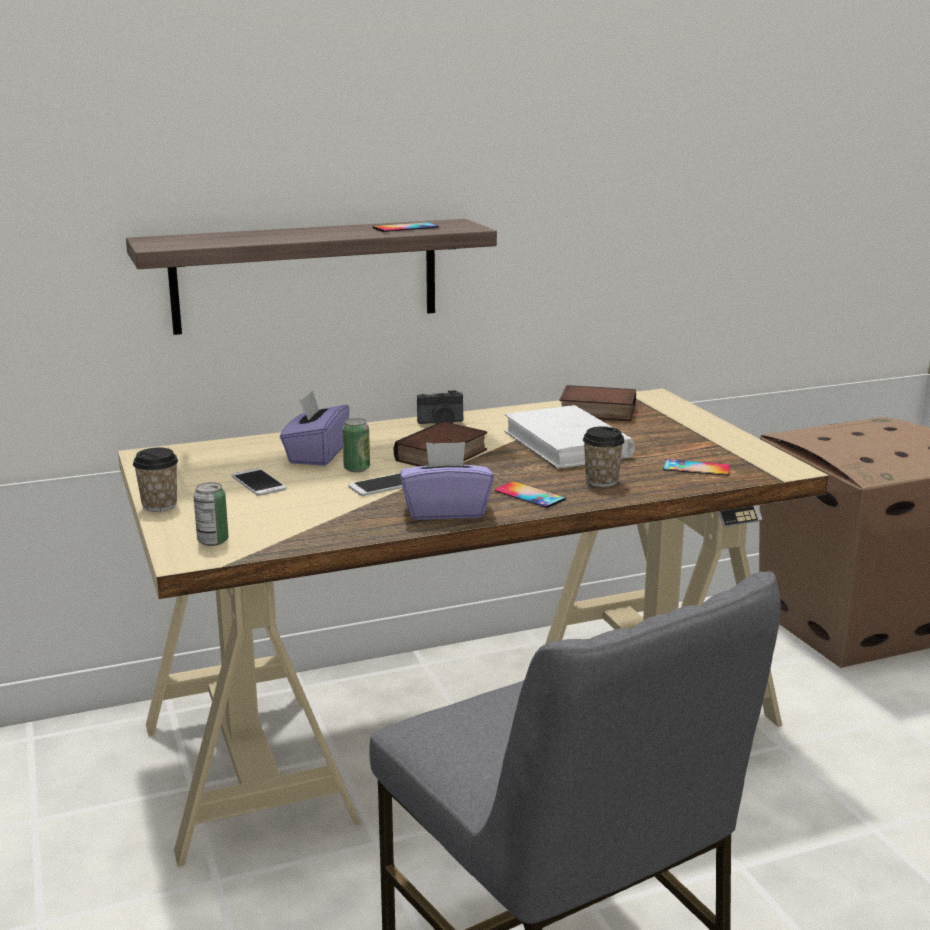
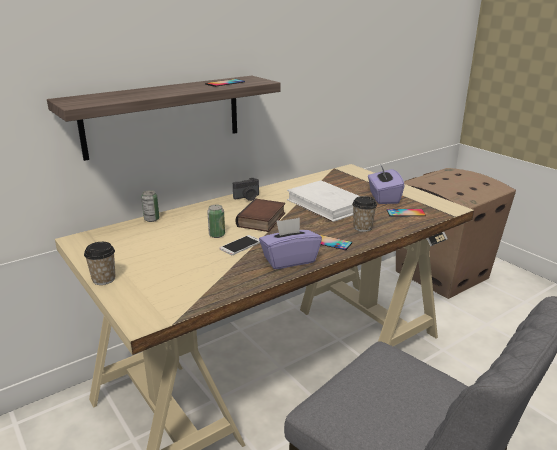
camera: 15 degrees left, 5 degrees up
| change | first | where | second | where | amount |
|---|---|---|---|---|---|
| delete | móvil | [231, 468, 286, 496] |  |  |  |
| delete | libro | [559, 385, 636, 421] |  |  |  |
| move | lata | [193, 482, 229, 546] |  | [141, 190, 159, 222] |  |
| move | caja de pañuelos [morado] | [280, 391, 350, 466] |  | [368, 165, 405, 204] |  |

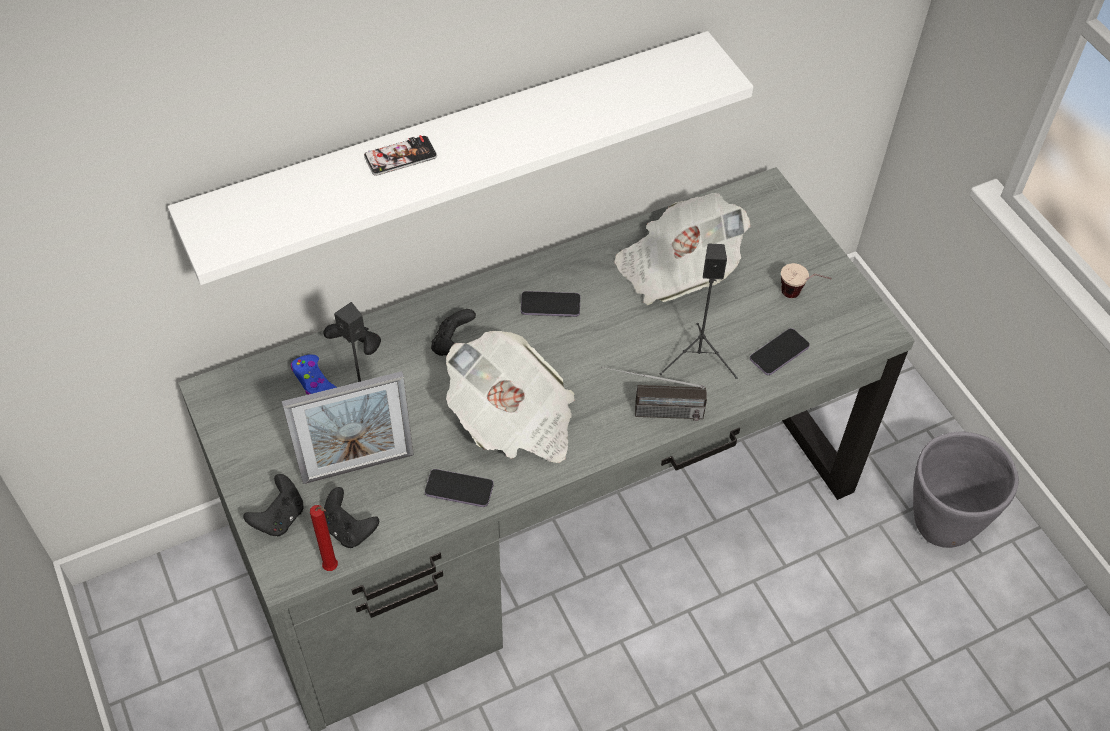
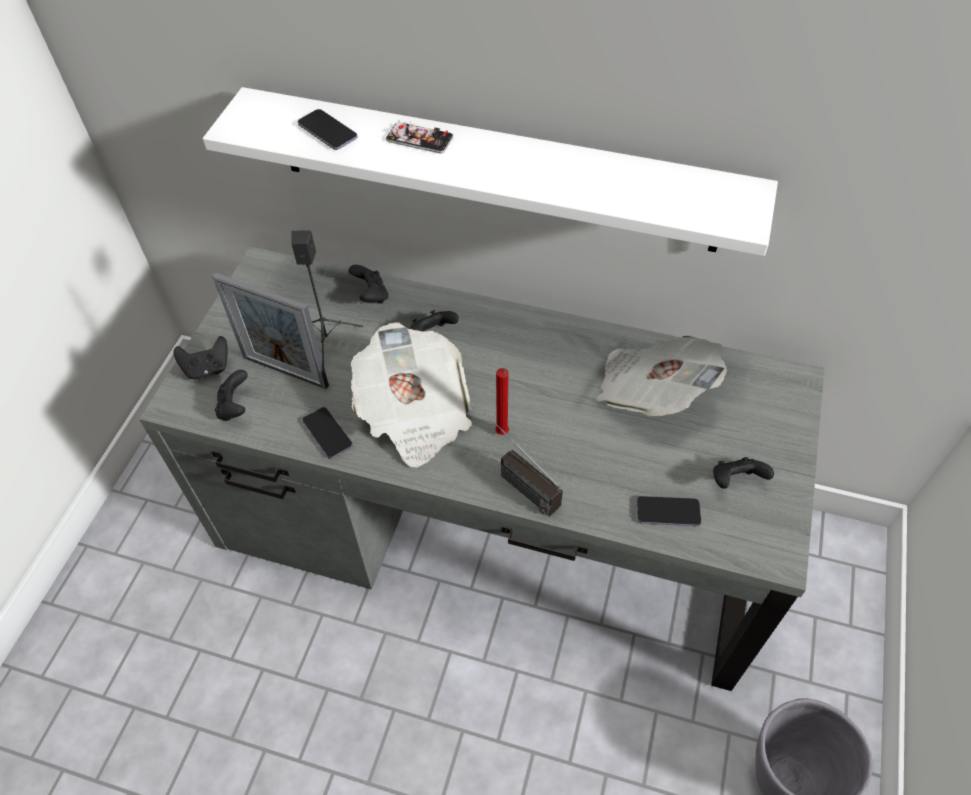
camera: 45 degrees right, 0 degrees up
| change | first | where | second | where | amount |
|---|---|---|---|---|---|
| delete | mando de consola [azul] | [291, 355, 337, 395] |  |  |  |
| delete | altavoz [negro] | [660, 243, 738, 379] |  |  |  |
| move | vela [rojo] | [310, 505, 338, 571] |  | [495, 368, 509, 435] |  |
| move | móvil | [521, 291, 580, 317] |  | [298, 109, 358, 150] |  |
| replace | taza | [781, 263, 832, 298] | mando de consola [negro] | [713, 457, 774, 489] |  |

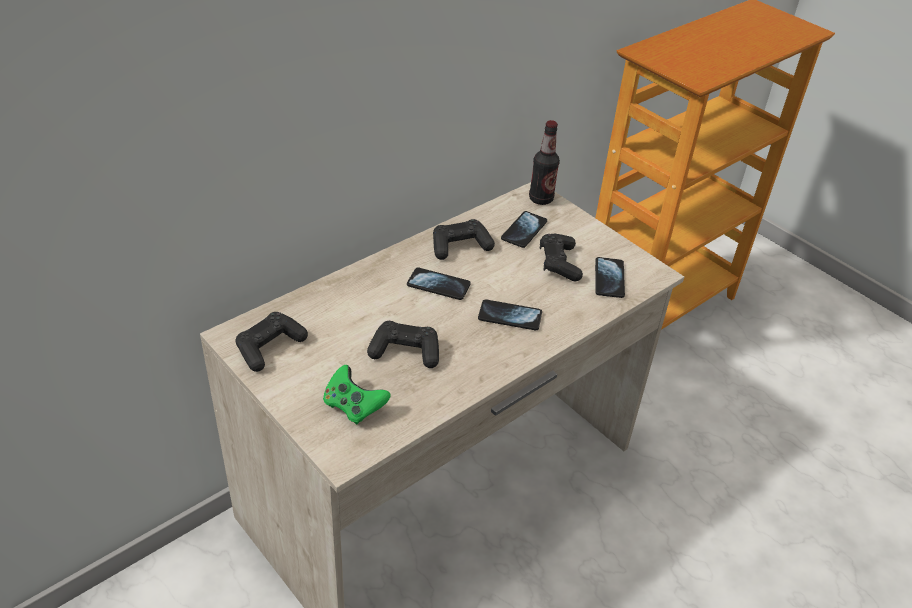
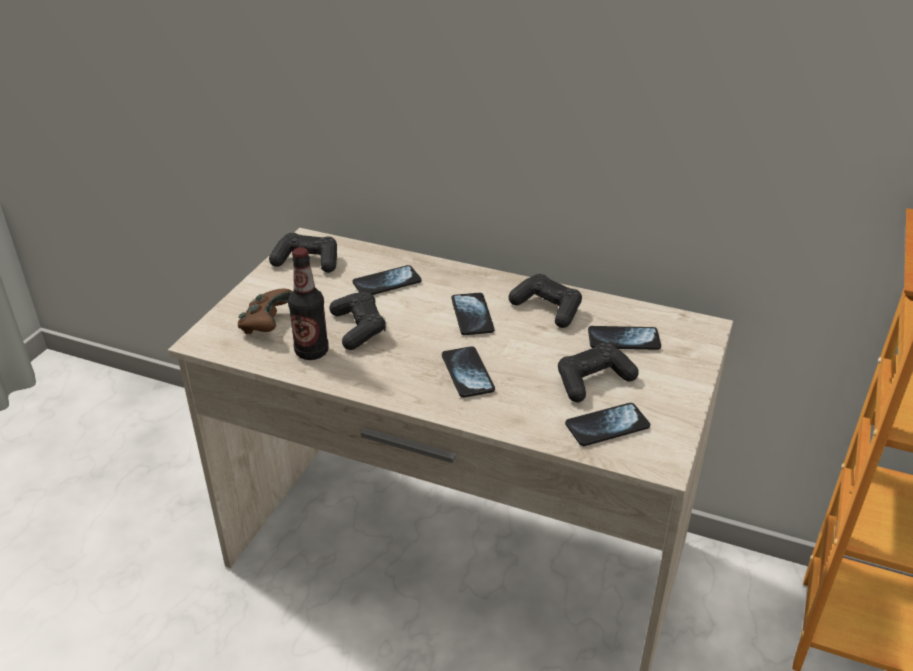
camera: 65 degrees right, 5 degrees down
| change | first | where | second | where | amount |
|---|---|---|---|---|---|
| insert |  |  | móvil | [353, 265, 422, 295] |  |
| move | botella | [529, 120, 560, 205] |  | [288, 247, 329, 360] |  |
| recolor | mando de consola [verde] | [323, 365, 391, 425] | mando de consola [marrón] | [238, 289, 293, 334] |  |

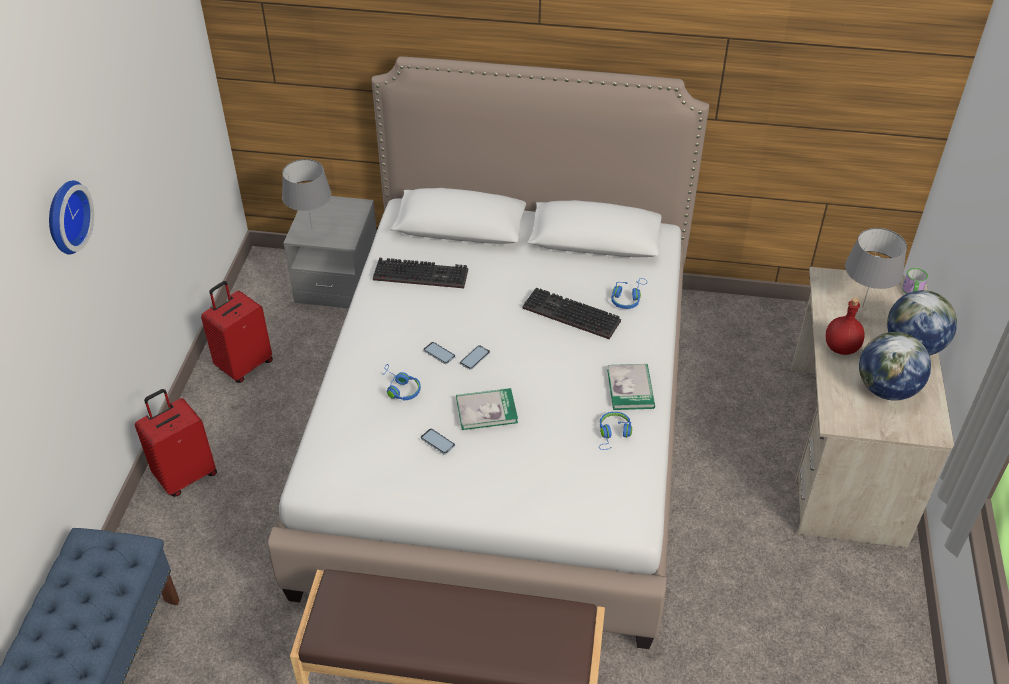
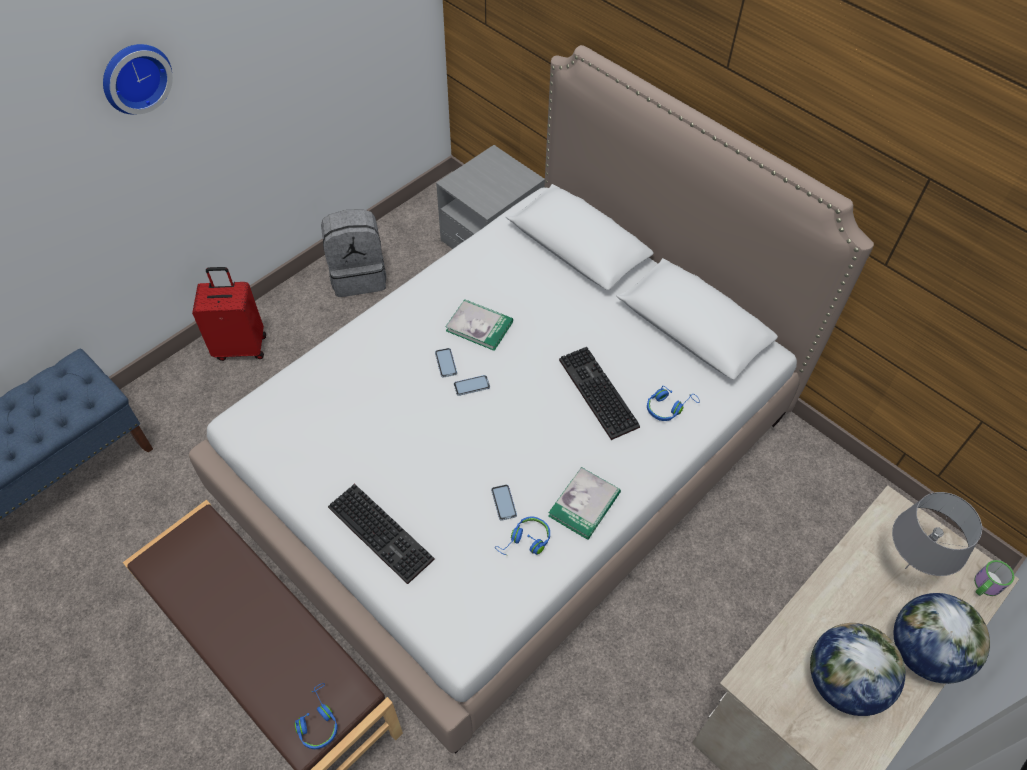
camera: 35 degrees right, 10 degrees up
| change | first | where | second | where | amount |
|---|---|---|---|---|---|
| delete | lámpara de mesa [gris] | [282, 159, 331, 228] |  |  |  |
| delete | botella [rojo] | [825, 298, 865, 355] |  |  |  |
| move | teclado | [373, 257, 468, 289] |  | [328, 484, 435, 584] |  |
| move | auriculares [azul] | [383, 364, 421, 400] |  | [295, 683, 338, 749] |  |
| move | móvil | [420, 428, 455, 455] |  | [491, 484, 517, 521] |  |
| move | libro | [456, 388, 518, 430] |  | [445, 299, 513, 351] |  |
| replace | maleta [rojo] | [201, 281, 273, 383] | mochila [gris] | [321, 209, 386, 297] |  |

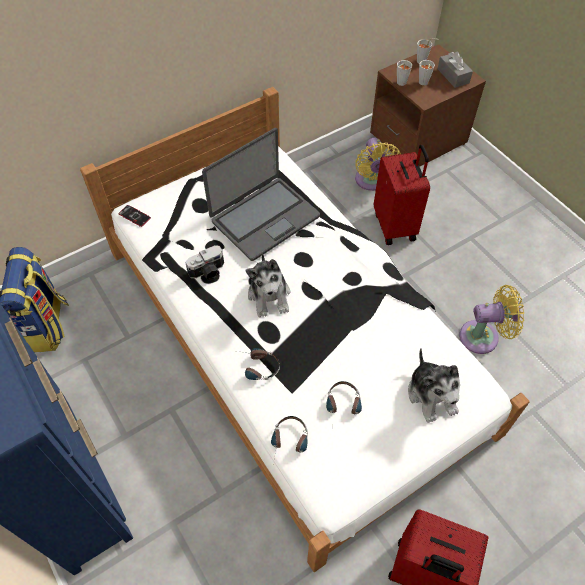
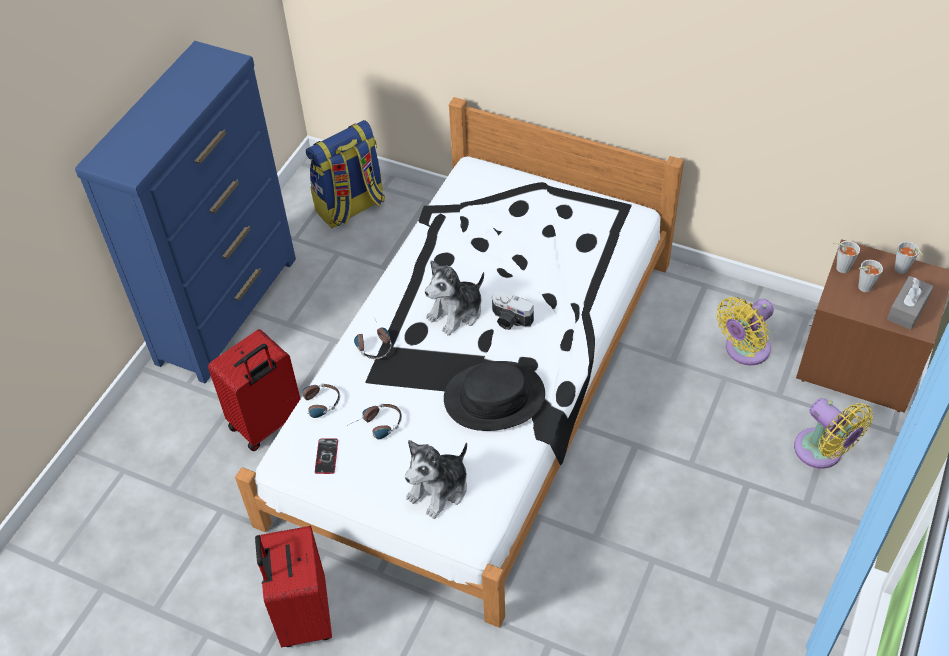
camera: 60 degrees right, 5 degrees down
| change | first | where | second | where | amount |
|---|---|---|---|---|---|
| delete | portátil | [202, 128, 320, 261] |  |  |  |
| insert |  |  | sombrero [negro] | [444, 361, 545, 431] |  |
| move | móvil | [118, 205, 151, 227] |  | [315, 439, 338, 474] |  |
| move | cámara | [185, 245, 224, 280] |  | [492, 292, 534, 330] |  |
| move | maleta [rojo] | [374, 144, 430, 245] |  | [208, 329, 300, 451] |  |
| move | ventilador [amarillo] | [460, 285, 524, 354] |  | [794, 398, 873, 469] |  |

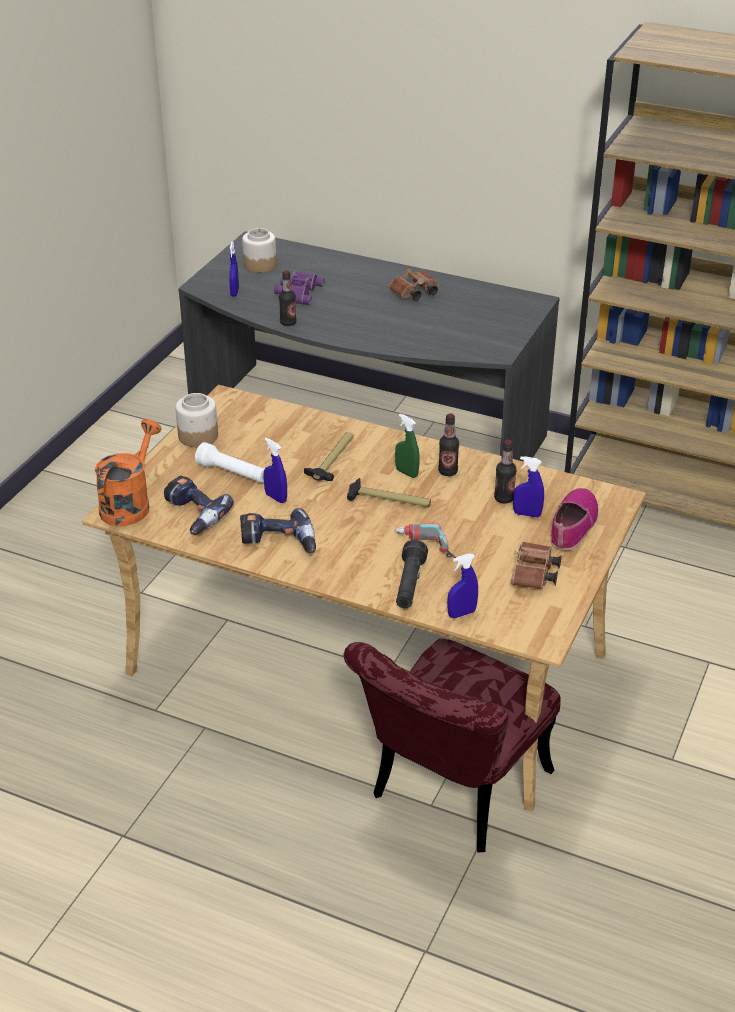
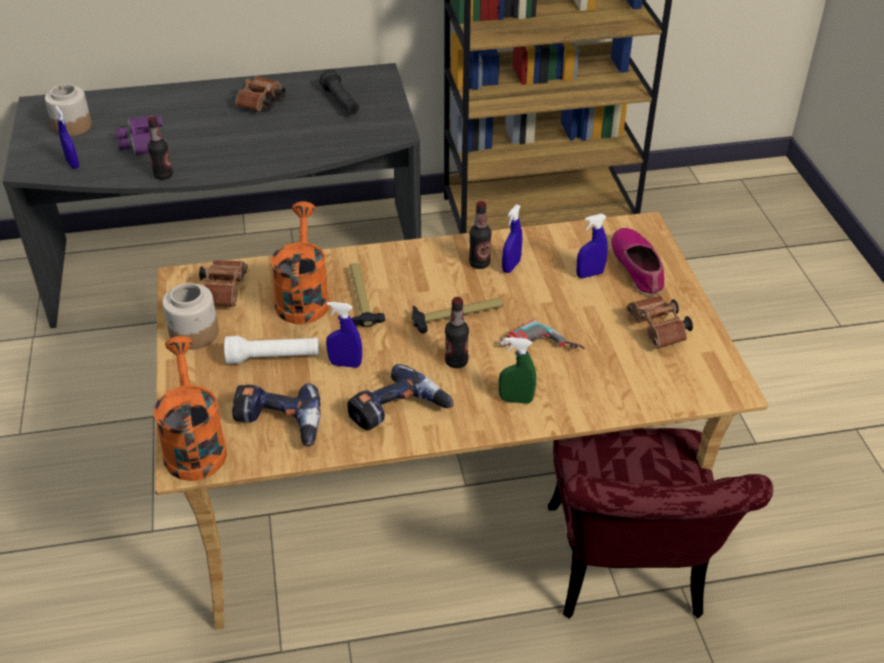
camera: 35 degrees left, 5 degrees up
| change | first | where | second | where | amount |
|---|---|---|---|---|---|
| insert |  |  | prismáticos [marrón] | [195, 260, 248, 307] |  |
| insert |  |  | regadera [naranja] | [271, 201, 330, 324] |  |
| move | pulverizador [verde] | [395, 414, 420, 478] |  | [499, 337, 536, 404] |  |
| move | linterna [negro] | [396, 540, 428, 608] |  | [319, 69, 359, 115] |  |
| move | pulverizador [azul] | [447, 553, 478, 618] |  | [502, 204, 522, 273] |  |
| move | botella | [494, 440, 517, 504] |  | [445, 297, 469, 368] |  |

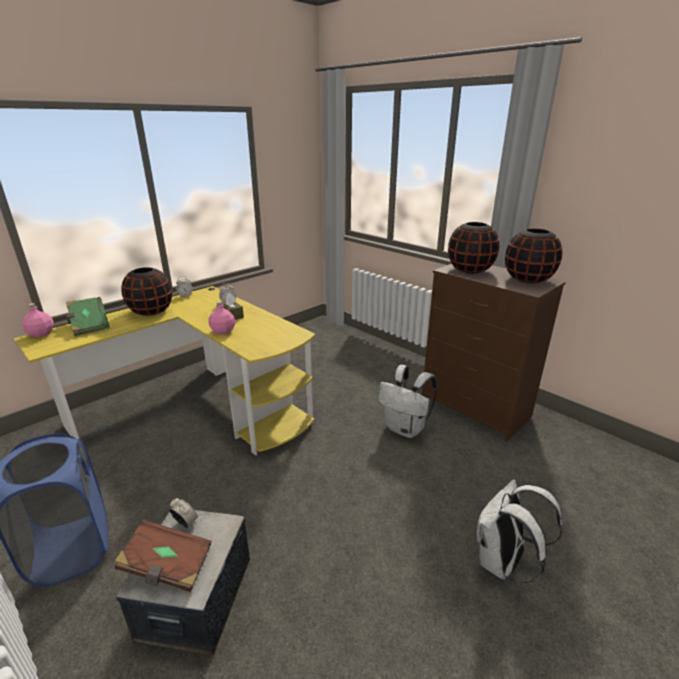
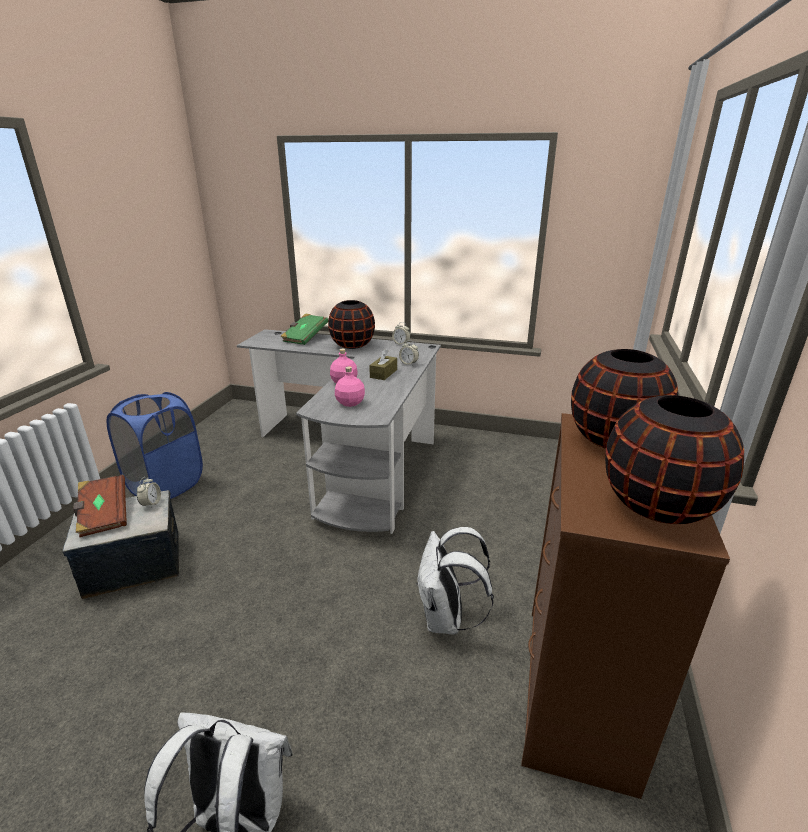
camera: 60 degrees right, 0 degrees up
| change | first | where | second | where | amount |
|---|---|---|---|---|---|
| move | botella [rosa] | [22, 303, 53, 337] |  | [335, 366, 365, 407] |  |
| recolor | escritorio [amarillo] | [14, 286, 315, 456] | escritorio [gris] | [237, 329, 441, 534] |  |

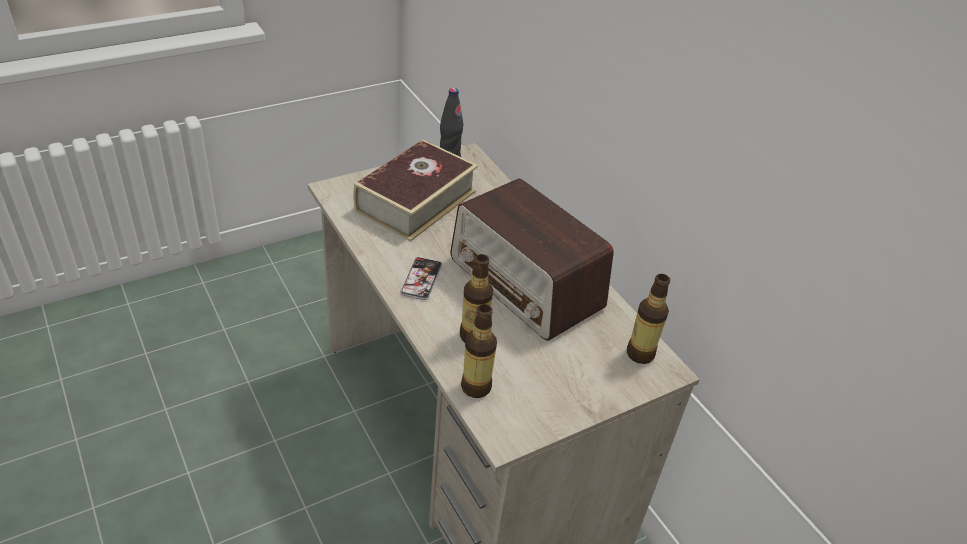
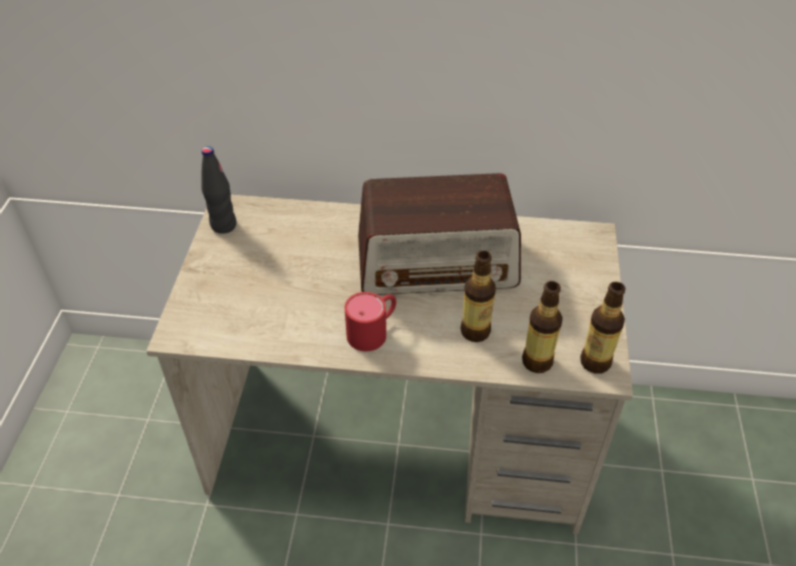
camera: 50 degrees left, 5 degrees up
| change | first | where | second | where | amount |
|---|---|---|---|---|---|
| delete | libro | [353, 139, 478, 241] |  |  |  |
| move | botella | [627, 274, 670, 364] |  | [580, 282, 625, 374] |  |
| replace | móvil | [401, 257, 442, 300] | taza grande [rojo] | [345, 292, 396, 351] |  |

